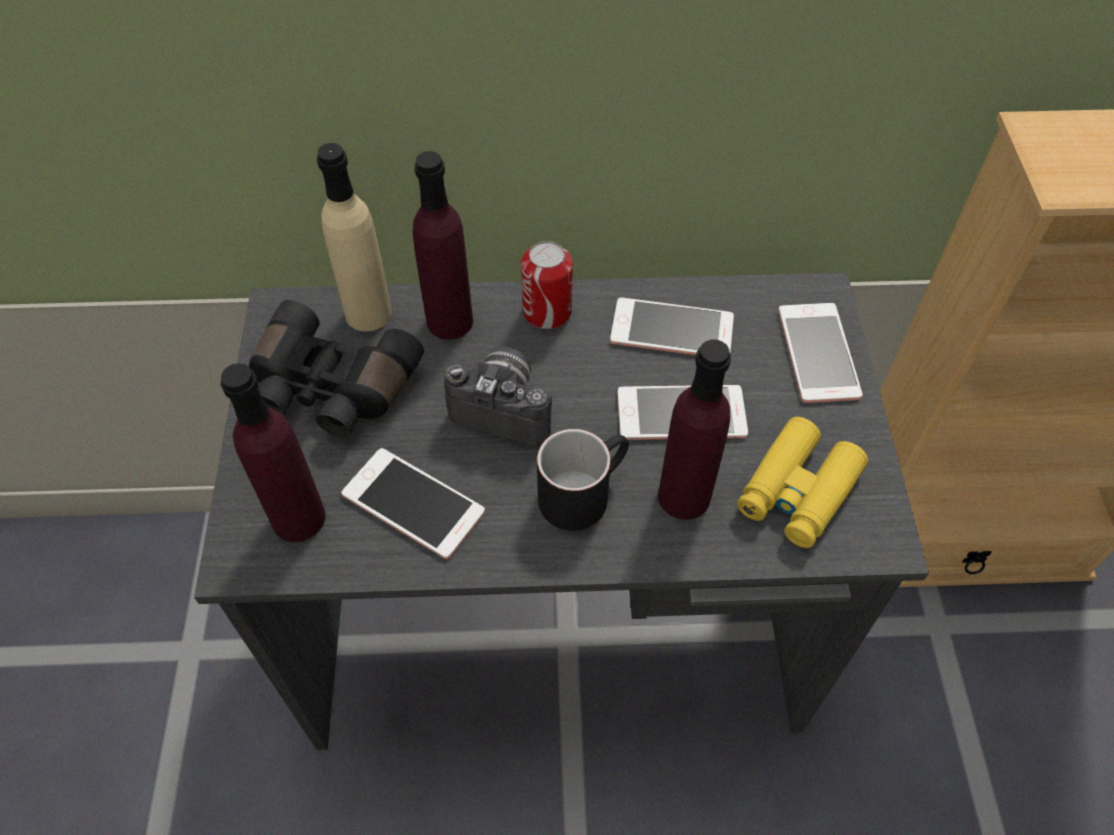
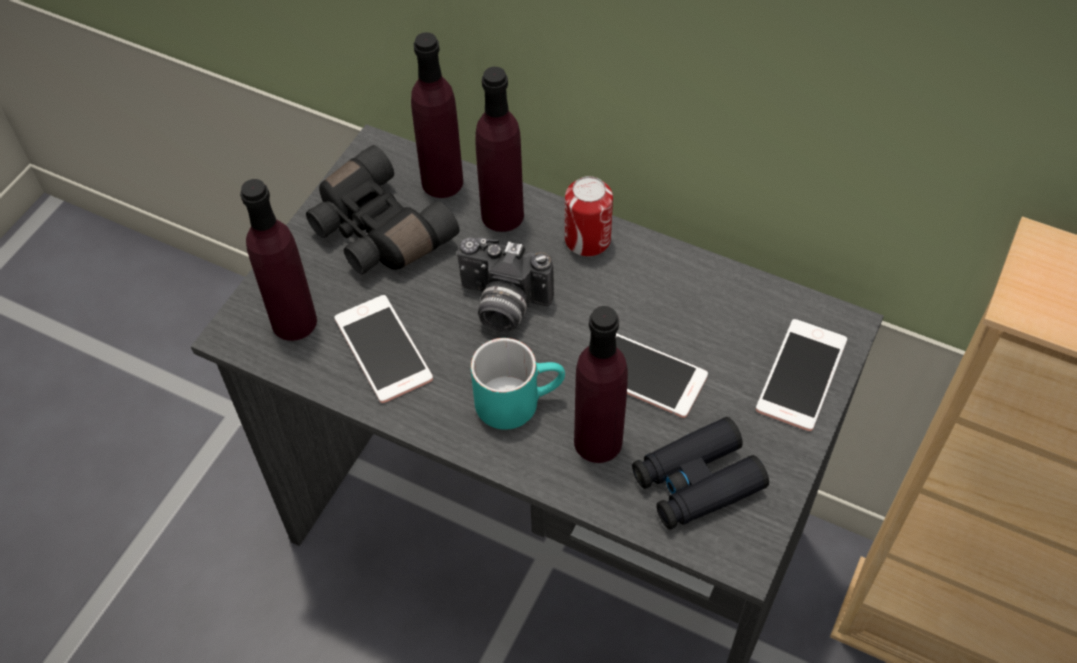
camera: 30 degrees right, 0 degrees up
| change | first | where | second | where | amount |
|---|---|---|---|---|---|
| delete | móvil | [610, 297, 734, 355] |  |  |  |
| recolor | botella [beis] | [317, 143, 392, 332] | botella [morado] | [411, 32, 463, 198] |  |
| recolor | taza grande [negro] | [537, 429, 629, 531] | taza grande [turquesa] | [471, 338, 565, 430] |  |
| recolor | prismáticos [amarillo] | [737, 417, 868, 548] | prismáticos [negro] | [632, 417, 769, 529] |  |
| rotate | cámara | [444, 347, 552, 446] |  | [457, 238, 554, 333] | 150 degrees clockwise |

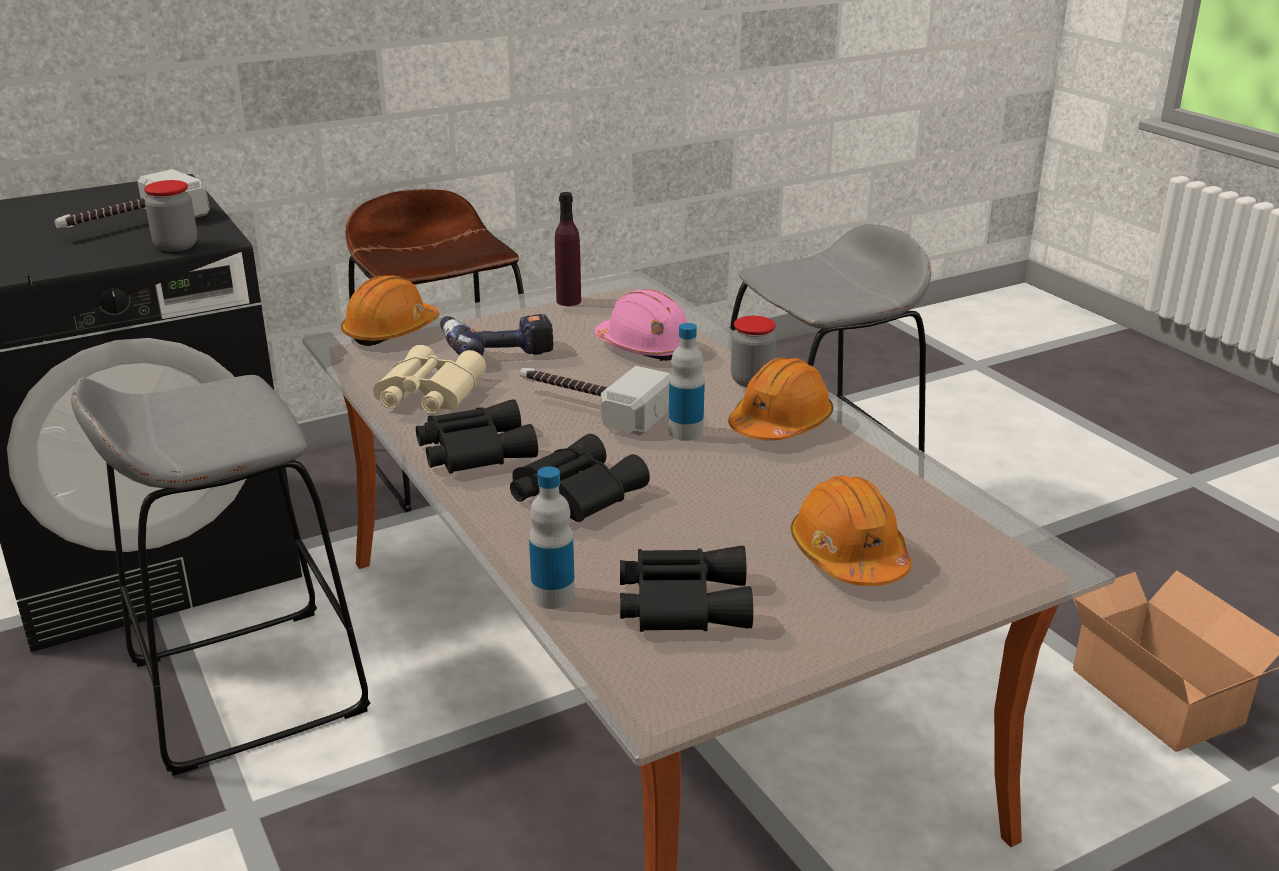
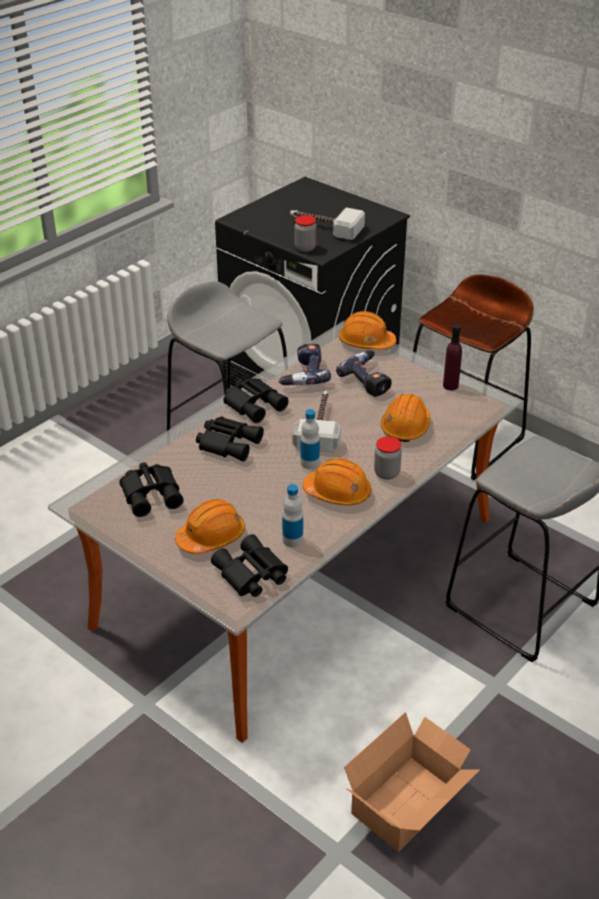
camera: 70 degrees right, 10 degrees up
| change | first | where | second | where | amount |
|---|---|---|---|---|---|
| insert |  |  | prismáticos [negro] | [211, 534, 288, 597] |  |
| move | botella | [529, 466, 575, 609] |  | [282, 484, 303, 547] |  |
| replace | prismáticos [beis] | [373, 345, 486, 414] | taladro | [279, 344, 331, 386] |  |
| recolor | casco [rosa] | [595, 289, 687, 361] | casco [naranja] | [381, 394, 430, 442] |  |

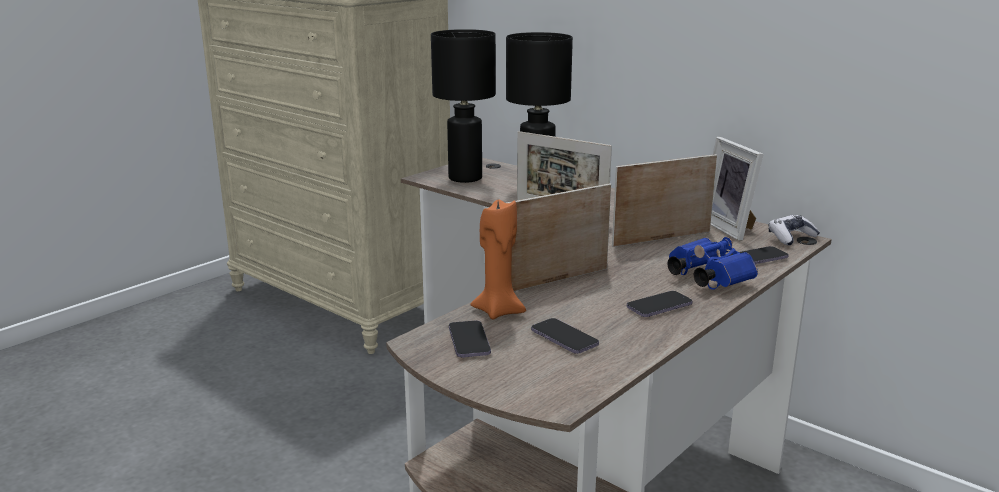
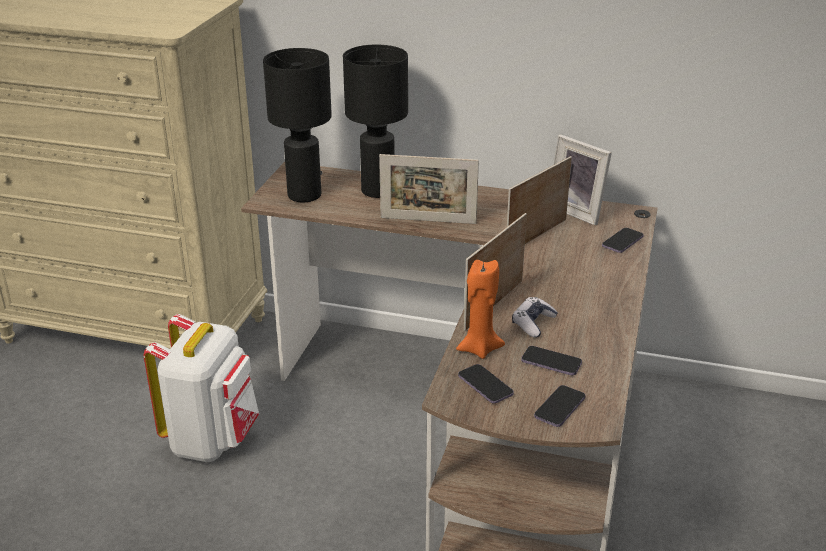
camera: 25 degrees left, 10 degrees up
| change | first | where | second | where | amount |
|---|---|---|---|---|---|
| delete | prismáticos [azul] | [667, 237, 758, 290] |  |  |  |
| insert |  |  | mochila [blanco] | [144, 314, 259, 462] |  |
| move | móvil | [627, 291, 692, 317] |  | [534, 385, 585, 427] |  |
| move | mando de consola | [768, 215, 820, 245] |  | [512, 297, 558, 338] |  |

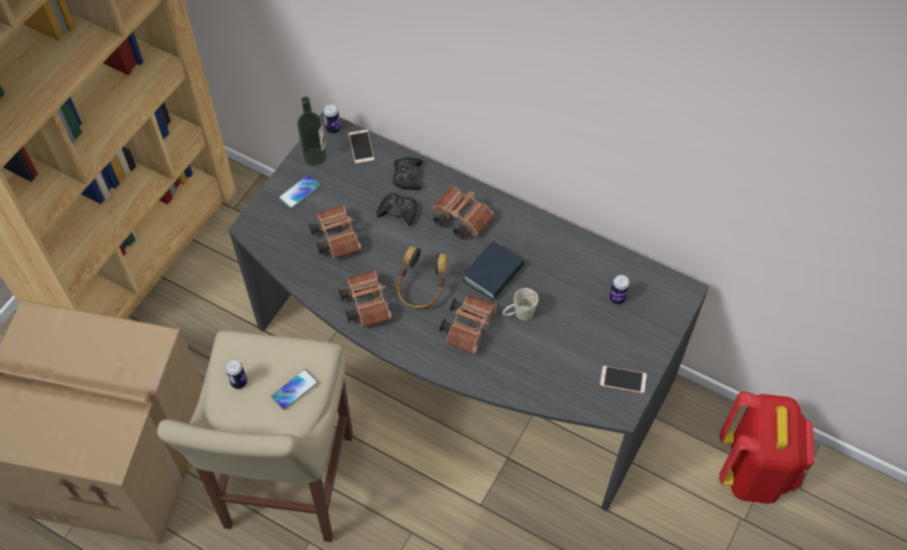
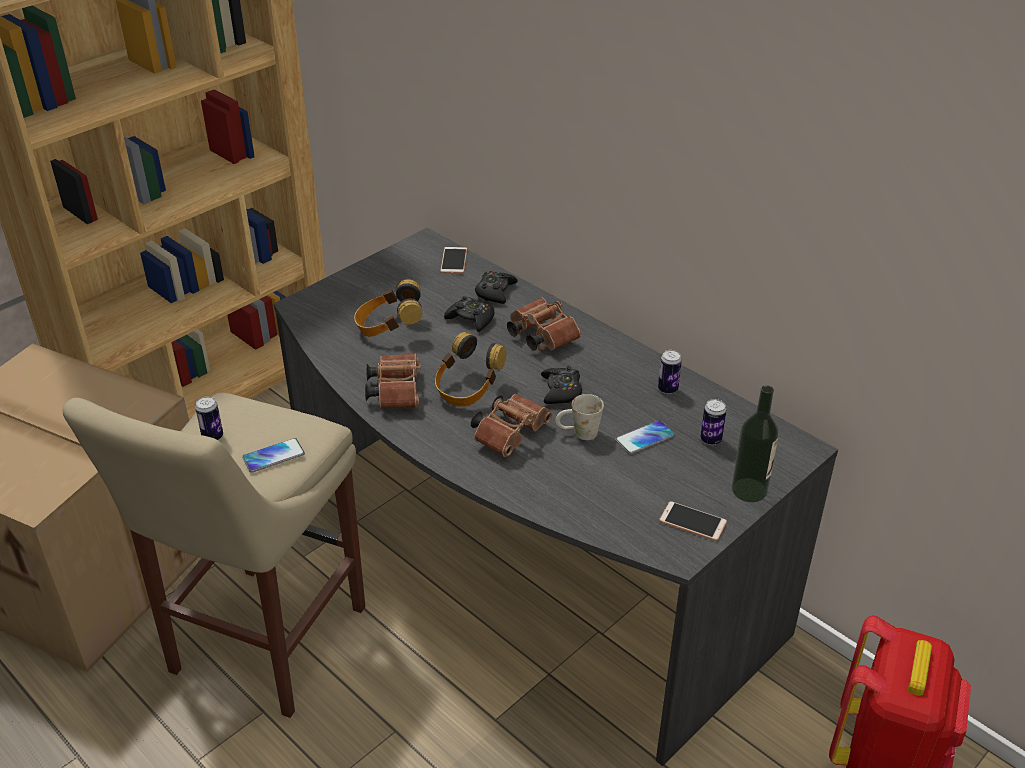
camera: 15 degrees right, 20 degrees down
| change | first | where | second | where | amount |
|---|---|---|---|---|---|
| move | móvil | [279, 175, 321, 209] |  | [615, 420, 675, 455] |  |
| move | botella | [297, 97, 327, 166] |  | [732, 385, 779, 502] |  |
| move | lata | [323, 104, 341, 134] |  | [658, 350, 682, 394] |  |
| replace | prismáticos [marrón] | [308, 205, 362, 259] | auriculares | [354, 279, 422, 337] |  |
| replace | libro | [462, 241, 524, 301] | mando de consola [negro] | [541, 366, 582, 404] |  |

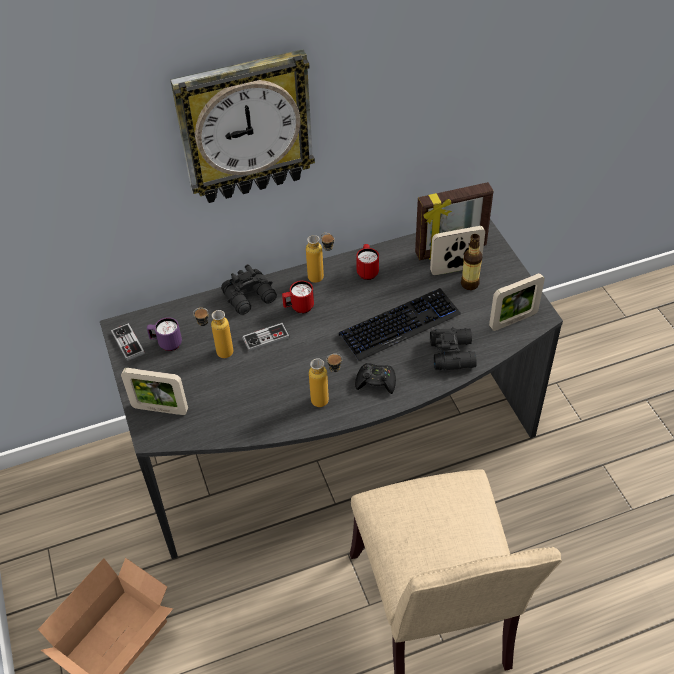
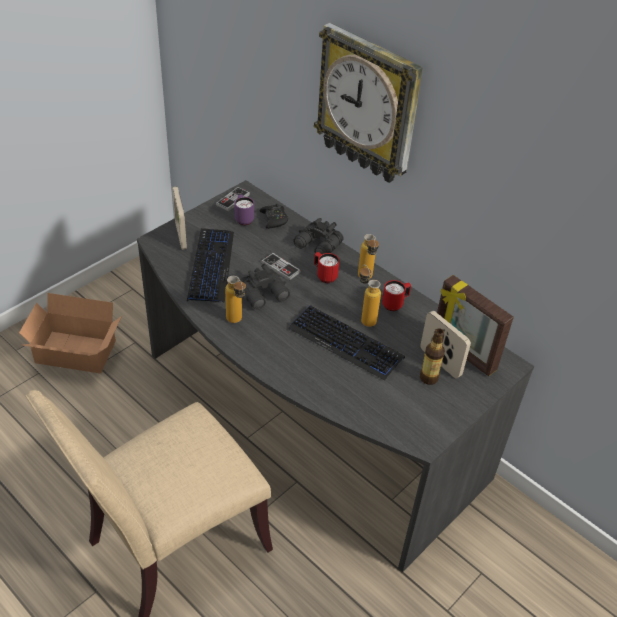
camera: 60 degrees right, 5 degrees down
| change | first | where | second | where | amount |
|---|---|---|---|---|---|
| delete | portarretratos | [489, 273, 545, 331] |  |  |  |
| insert |  |  | teclado | [187, 228, 234, 303] |  |
| move | botella | [193, 308, 233, 358] |  | [359, 265, 381, 327] |  |
| move | mando de consola [negro] | [355, 363, 396, 394] |  | [260, 203, 288, 229] |  |
| move | prismáticos [negro] | [430, 327, 477, 370] |  | [239, 264, 290, 310] |  |

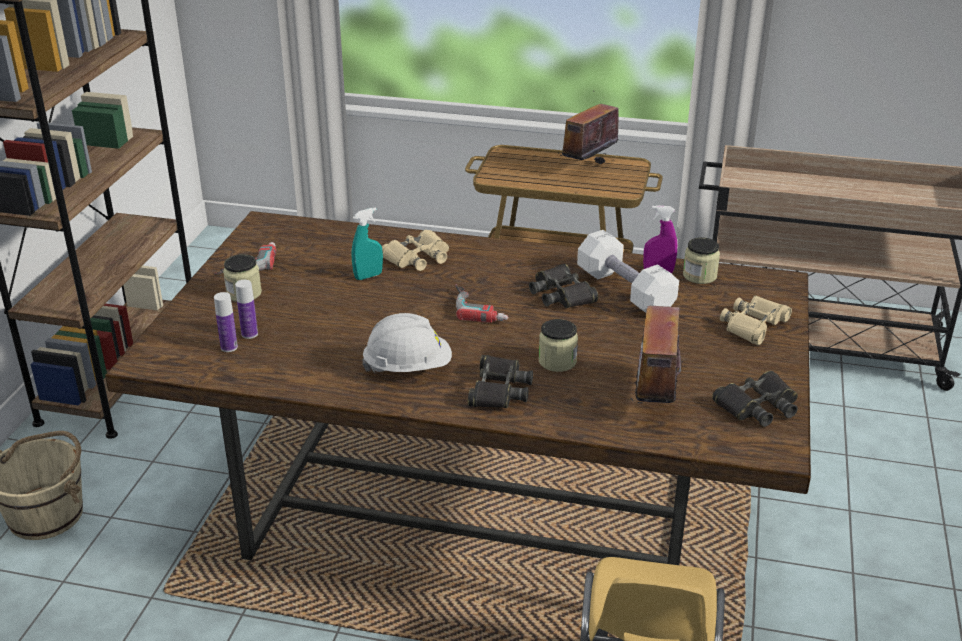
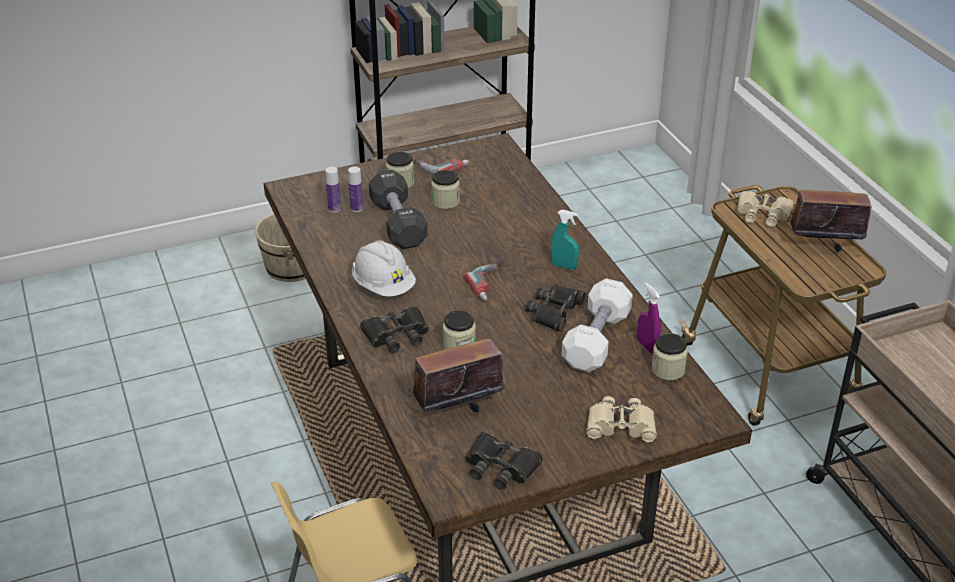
camera: 55 degrees right, 5 degrees up
| change | first | where | second | where | amount |
|---|---|---|---|---|---|
| insert |  |  | mancuerna [negro] | [369, 170, 428, 249] |  |
| insert |  |  | tarro | [431, 170, 460, 209] |  |
| move | pulverizador [turquesa] | [352, 207, 383, 280] |  | [551, 210, 579, 269] |  |
| move | prismáticos [beis] | [382, 230, 449, 271] |  | [737, 191, 794, 227] |  |

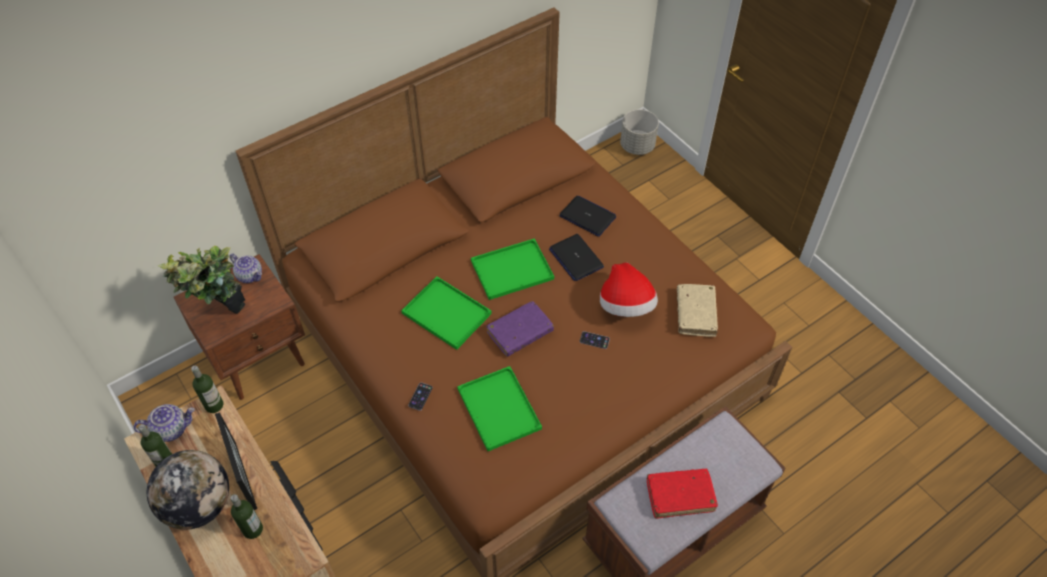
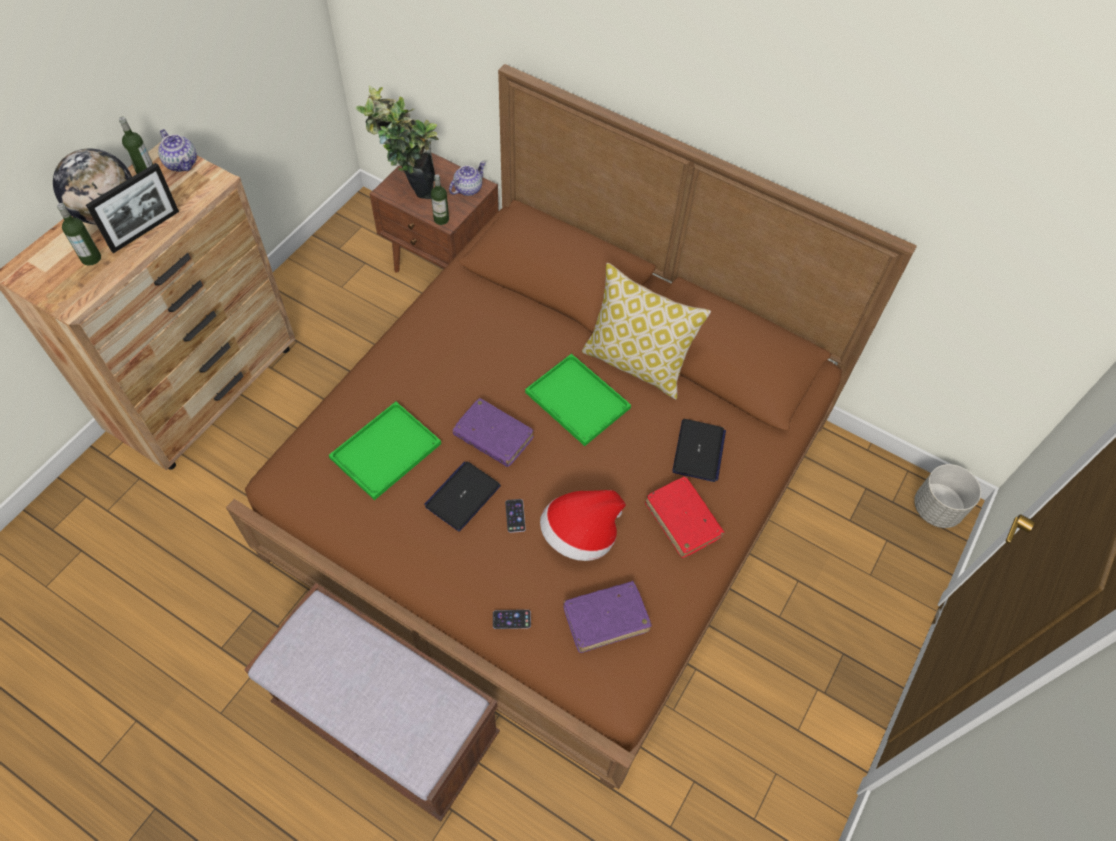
camera: 65 degrees right, 5 degrees up
| change | first | where | second | where | amount |
|---|---|---|---|---|---|
| delete | bandeja [verde] | [401, 276, 492, 350] |  |  |  |
| insert |  |  | cojín | [582, 263, 711, 399] |  |
| move | botella | [191, 366, 223, 413] |  | [431, 174, 449, 225] |  |
| move | móvil | [408, 382, 433, 411] |  | [493, 610, 531, 629] |  |
| move | portátil | [549, 234, 604, 281] |  | [424, 461, 501, 532] |  |
| move | libro [rojo] | [647, 468, 718, 519] |  | [645, 476, 724, 558] |  |
| recolor | libro [beis] | [677, 284, 718, 337] | libro [morado] | [563, 581, 652, 653] |  |
| rotate | tetera | [230, 253, 262, 283] |  | [449, 161, 486, 196] | 150 degrees counterclockwise |

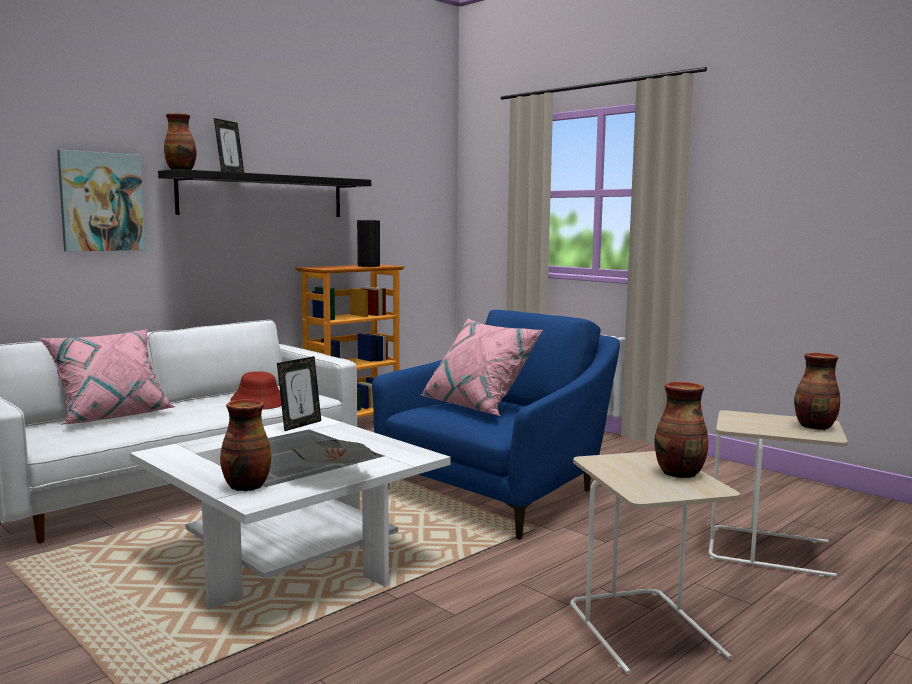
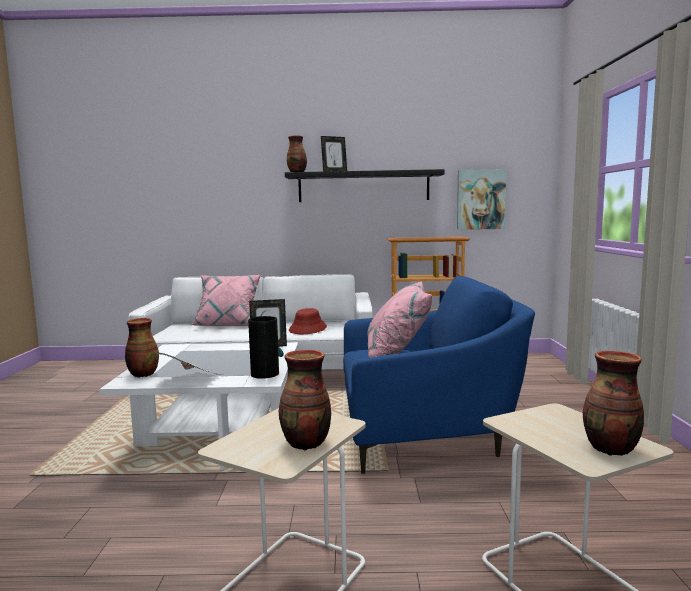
camera: 45 degrees right, 0 degrees up
| change | first | where | second | where | amount |
|---|---|---|---|---|---|
| move | cuadro | [57, 150, 145, 252] |  | [457, 169, 507, 230] |  |
| move | florero | [357, 220, 380, 267] |  | [248, 316, 284, 379] |  |

